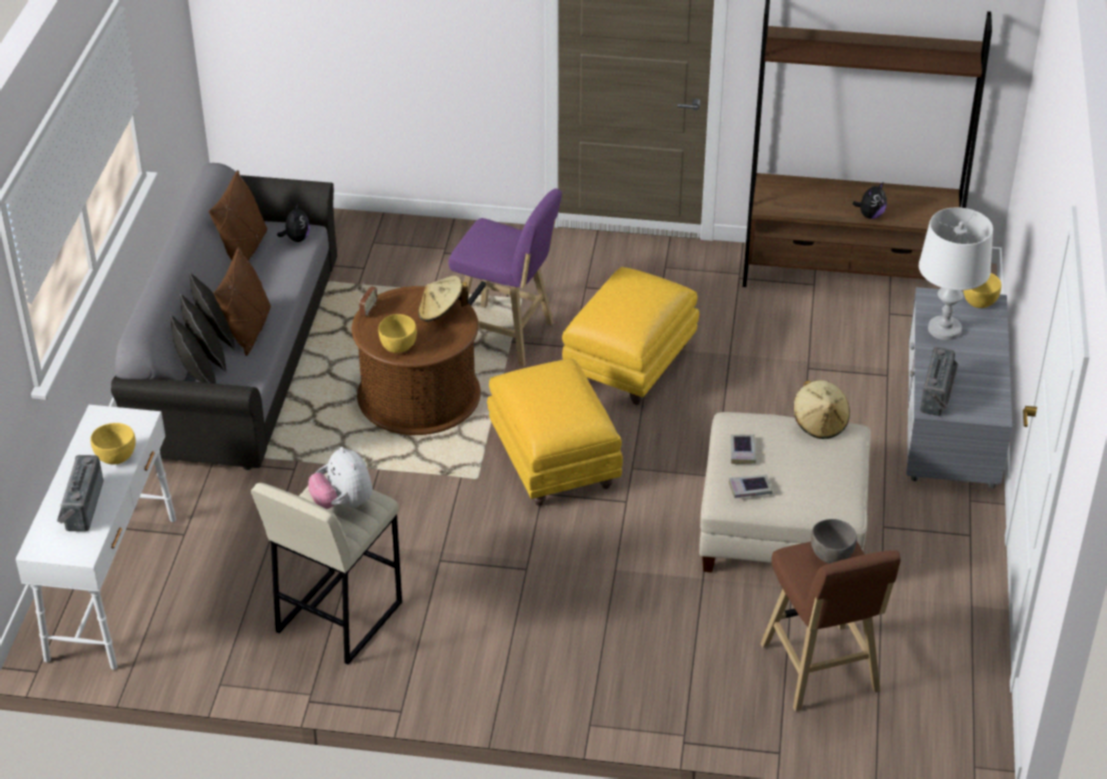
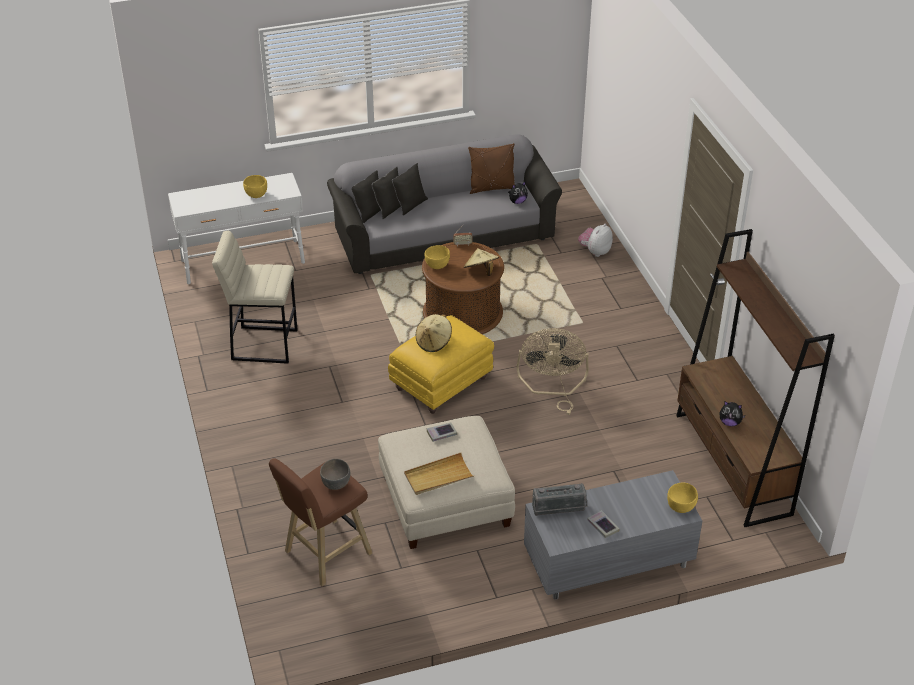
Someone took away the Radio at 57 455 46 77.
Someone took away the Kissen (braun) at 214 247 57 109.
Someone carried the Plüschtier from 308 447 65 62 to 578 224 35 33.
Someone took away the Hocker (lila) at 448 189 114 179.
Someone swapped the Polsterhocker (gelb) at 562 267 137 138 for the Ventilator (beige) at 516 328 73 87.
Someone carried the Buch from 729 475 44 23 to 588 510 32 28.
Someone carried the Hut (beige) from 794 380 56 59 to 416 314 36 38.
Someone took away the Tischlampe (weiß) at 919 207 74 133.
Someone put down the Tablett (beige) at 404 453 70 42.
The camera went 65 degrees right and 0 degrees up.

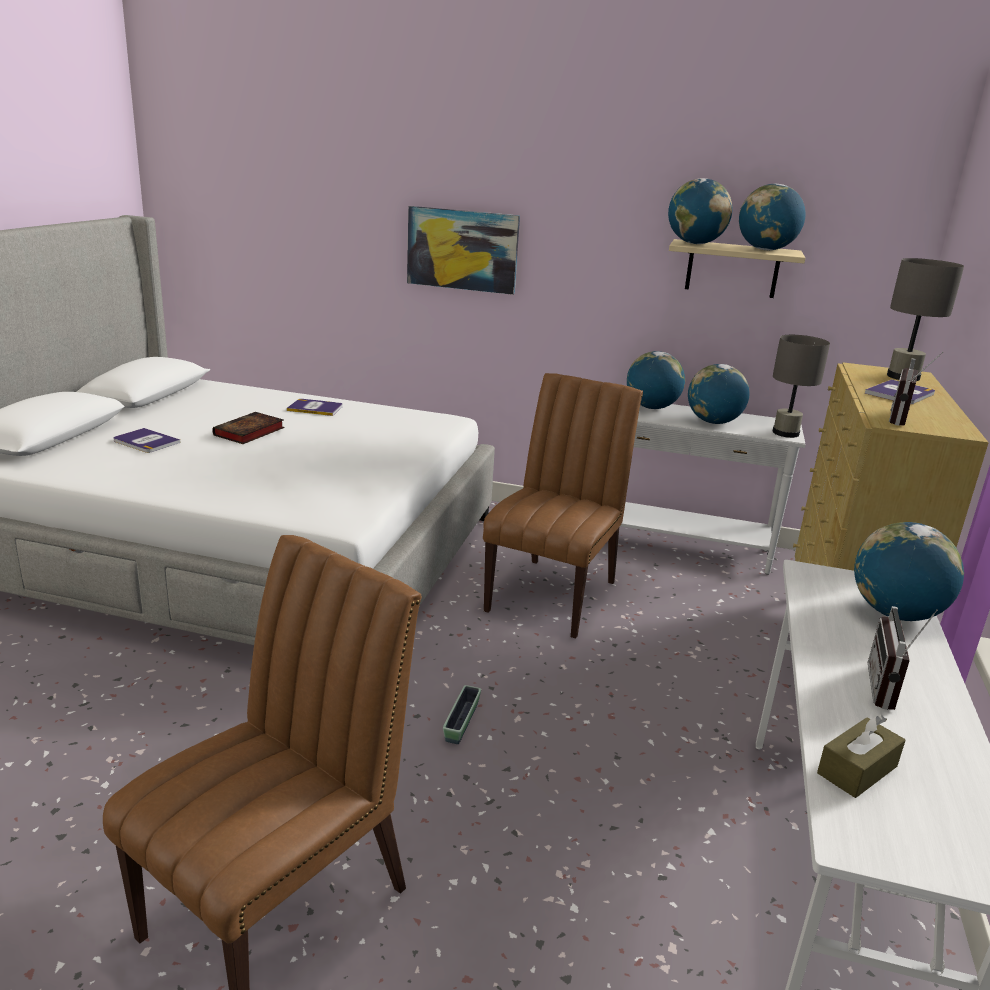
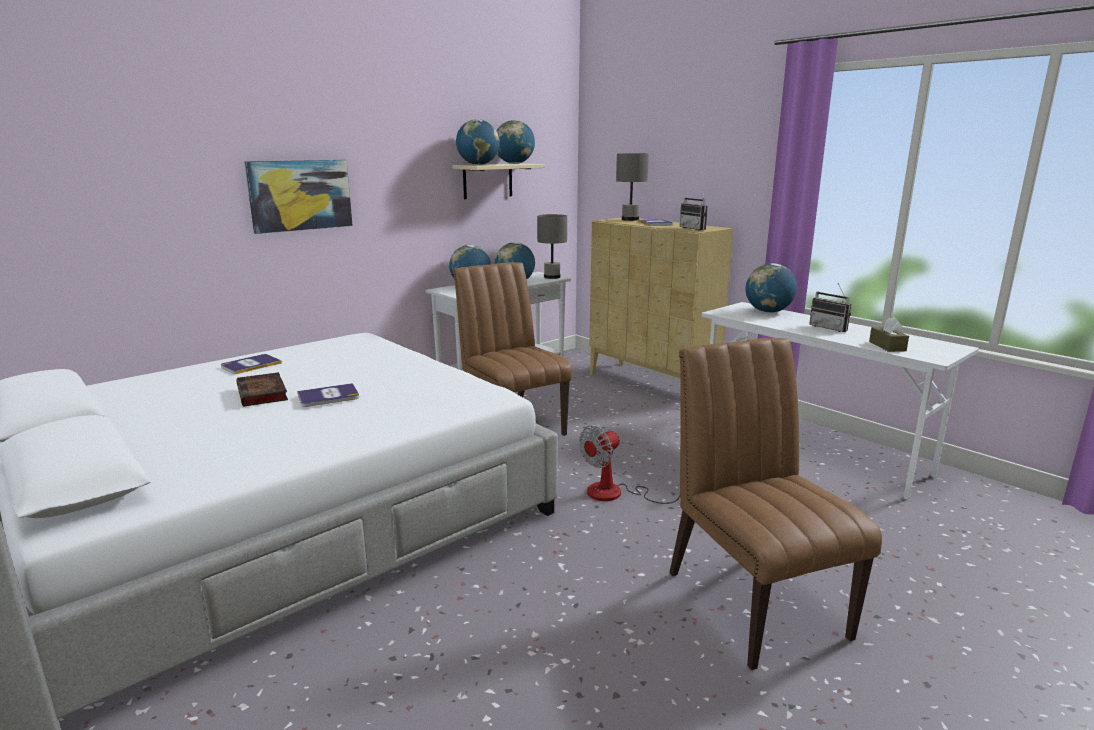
Someone carried the Buch from 113 428 68 25 to 297 383 62 24.
Someone swapped the Pflanzkübel at 443 685 38 59 for the Ventilator at 579 425 101 79.
The camera went 55 degrees left and 5 degrees down.

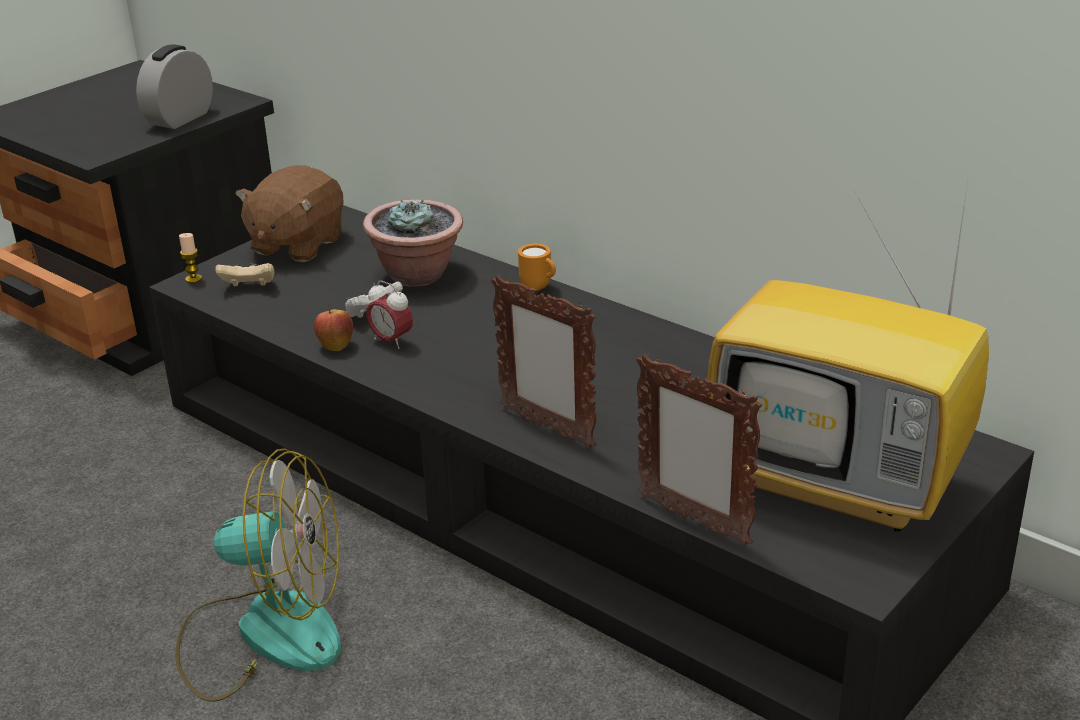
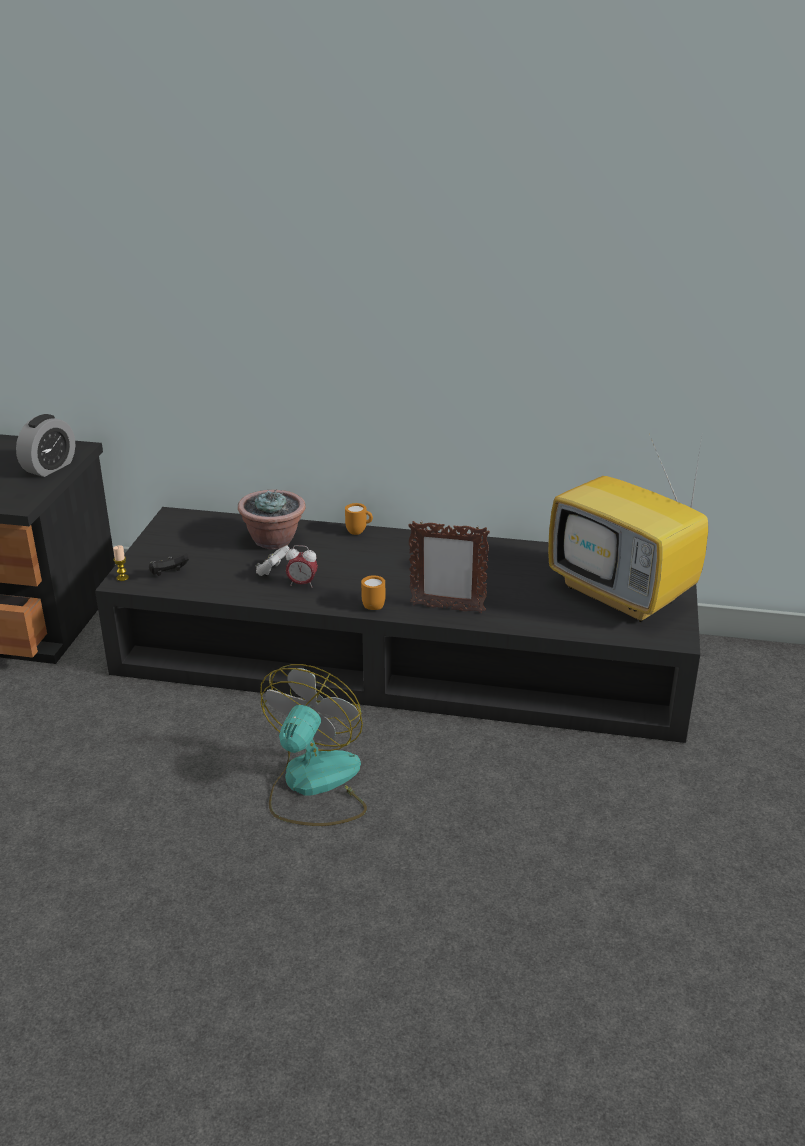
Someone rotated the Wecker at 136 44 77 85 by 150 degrees counterclockwise.
Someone rotated the Ventilator at 175 448 166 254 by 45 degrees counterclockwise.
Someone repainted the Gamepad (beige) at 216 263 58 24, which became the Gamepad (schwarz) at 149 554 40 22.
Someone took away the Plüschtier (braun) at 235 165 109 97.
Someone took away the Apfel at 314 303 39 48.
Someone took away the Bilderrahmen at 636 354 126 192.
Someone rotated the Fernseher at 707 181 282 351 by 45 degrees clockwise.
Someone put down the Henkelbecher (orange) at 361 575 24 35.
The camera went 30 degrees left and 0 degrees up.

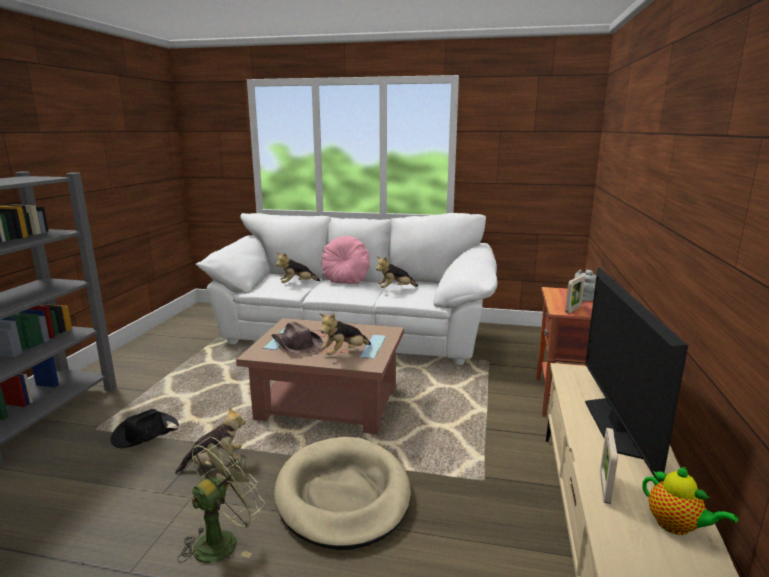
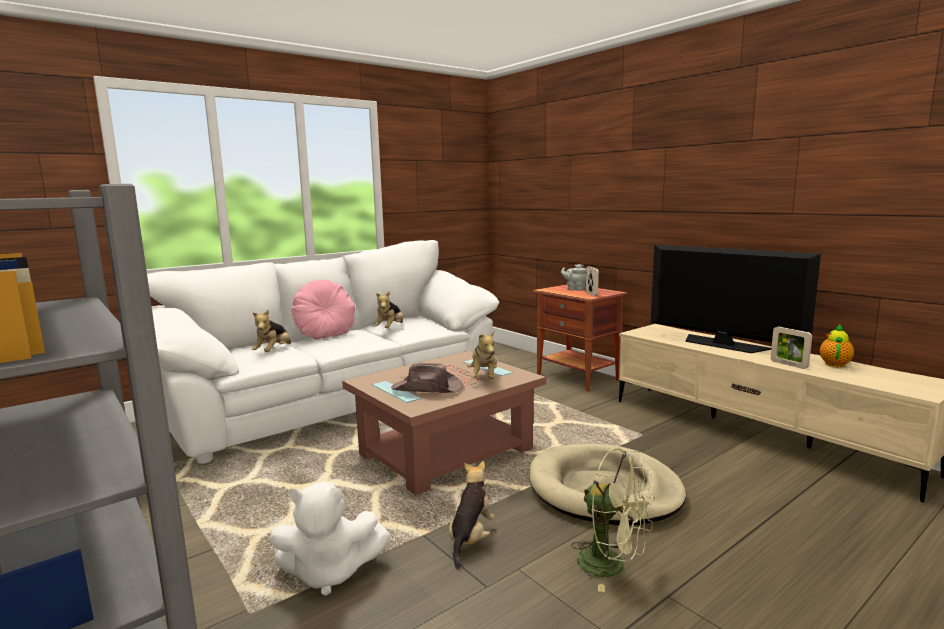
Someone swapped the Hut (schwarz) at 110 409 69 39 for the Plüschtier (weiß) at 269 482 120 114.
Someone rotated the Ventilator (grün) at 178 437 87 126 by 135 degrees clockwise.
Someone rotated the Teekanne at 642 467 96 68 by 60 degrees counterclockwise.
The camera went 50 degrees left and 5 degrees down.

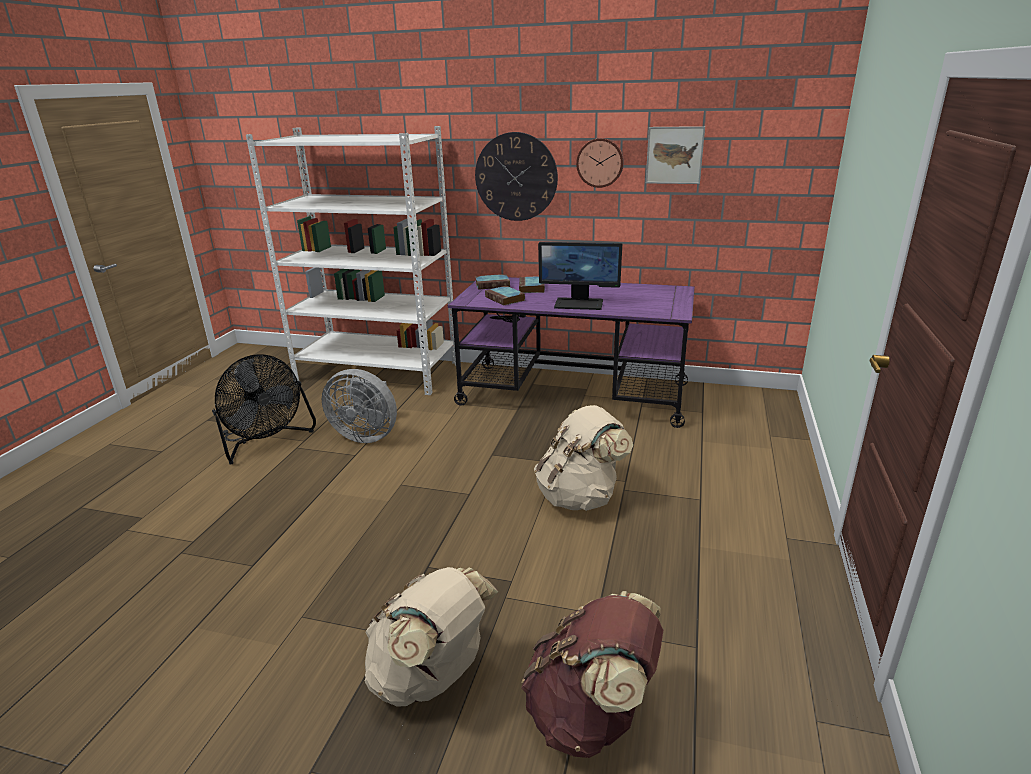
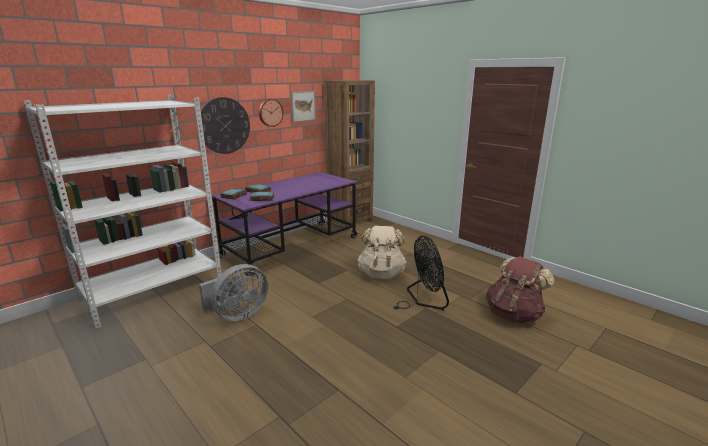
Someone carried the Ventilator (schwarz) from 212 354 104 110 to 394 236 55 75.
Someone took away the Rucksack (beige) at 364 567 134 140.
Someone took away the Monitor at 538 242 84 68.
Someone put down the Bücherregal (braun) at 324 80 51 147.
The camera went 60 degrees left and 5 degrees down.

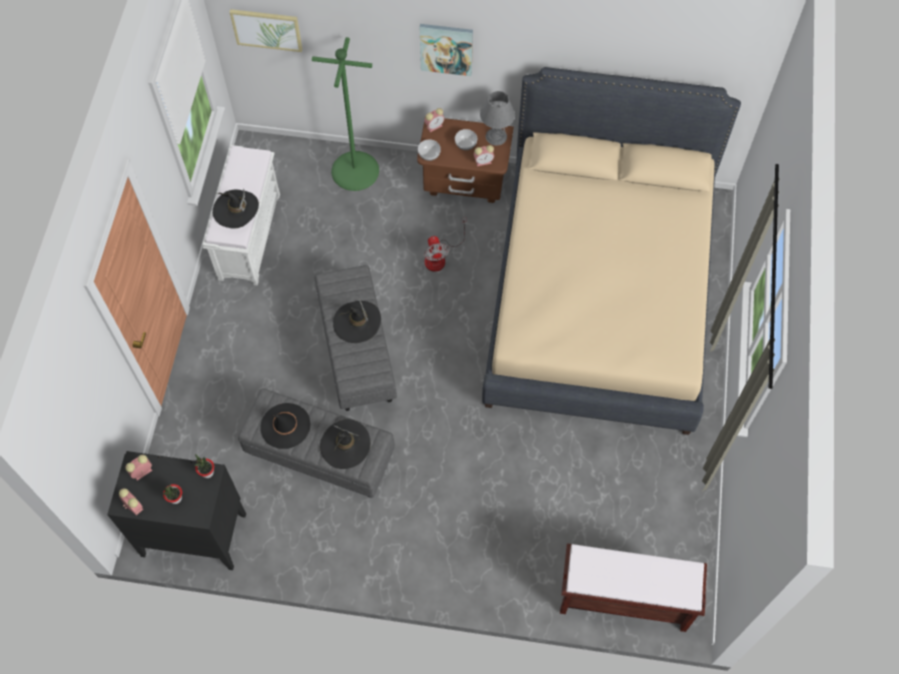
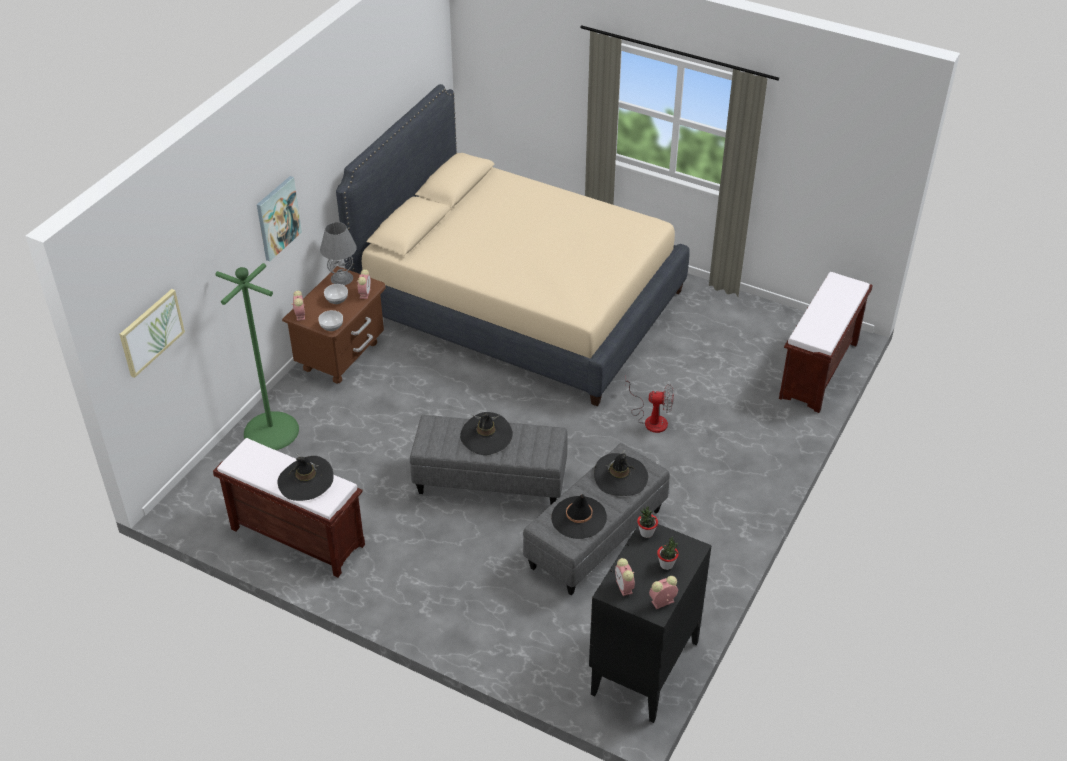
Someone repainted the Bank (weiß) at 202 145 78 141, which became the Bank (braun) at 213 438 152 139.
Someone carried the Ventilator from 423 217 43 55 to 625 379 49 54.
The camera went 70 degrees left and 20 degrees down.

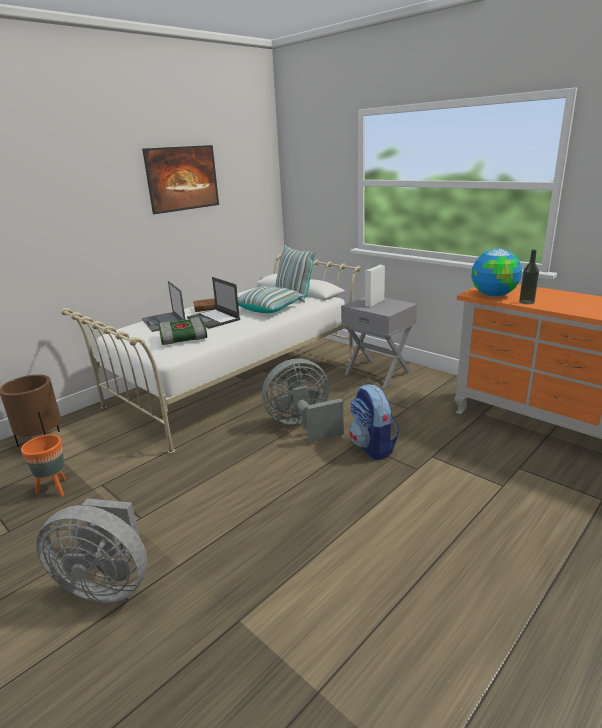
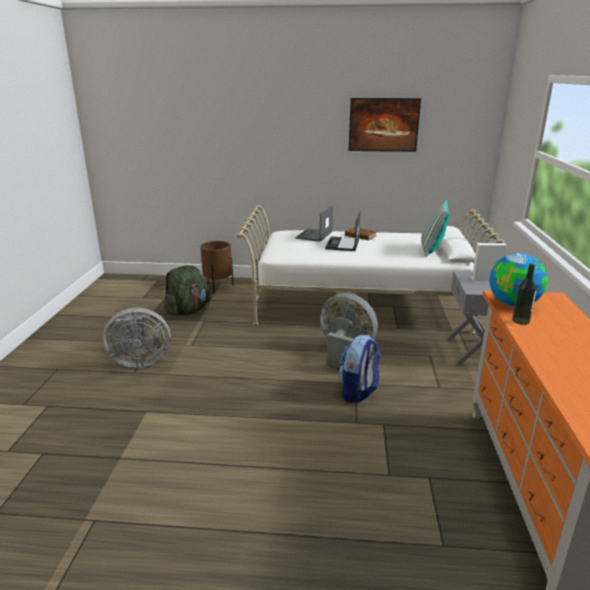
Someone swapped the Pflanzkübel (orange) at 21 434 45 62 for the Rucksack (grün) at 164 265 46 50.
Someone rotated the Ventilator (grau) at 36 498 111 105 by 75 degrees counterclockwise.
Someone took away the Buch at 158 317 49 28.
Someone took away the Kissen at 238 286 67 27.
The camera went 50 degrees right and 0 degrees up.

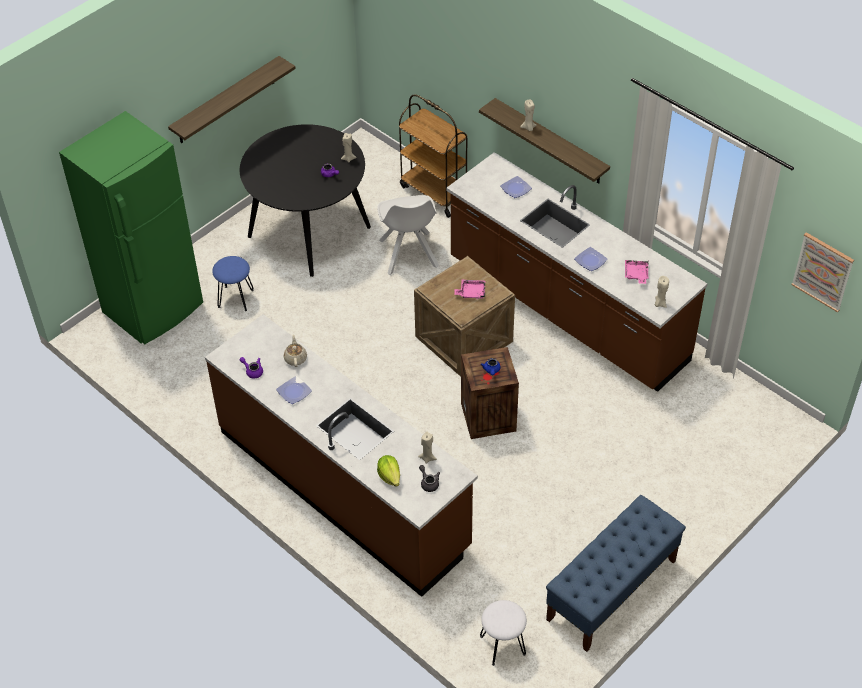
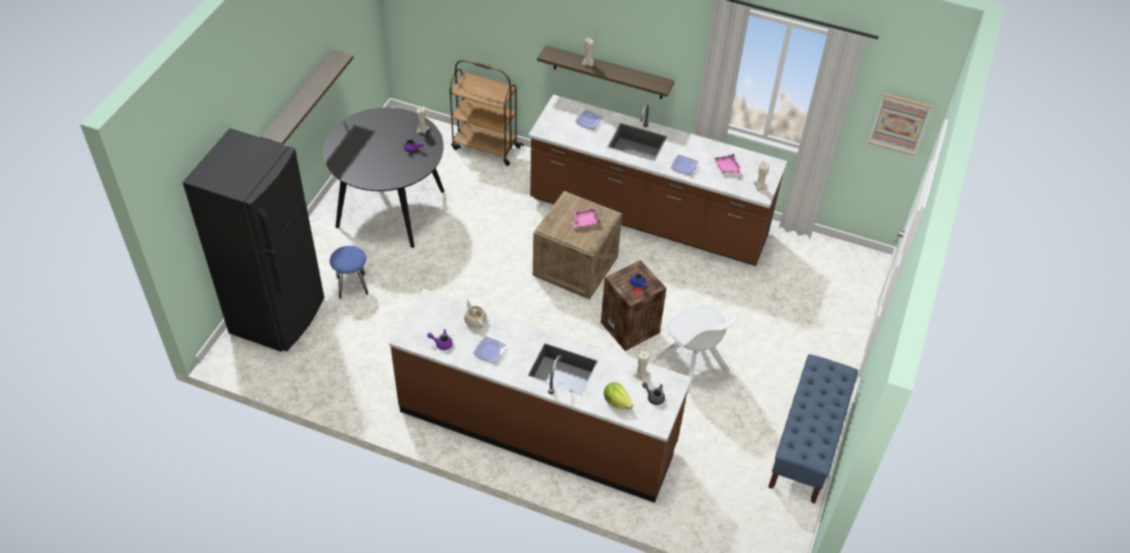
Someone repainted the Kühlschrank (grün) at 59 111 144 233, which became the Kühlschrank (schwarz) at 183 128 141 224.
Someone carried the Stuhl (weiß) from 377 195 62 80 to 657 304 81 90.
Someone took away the Hocker (weiß) at 480 600 47 66.
The camera went 25 degrees left and 0 degrees up.

